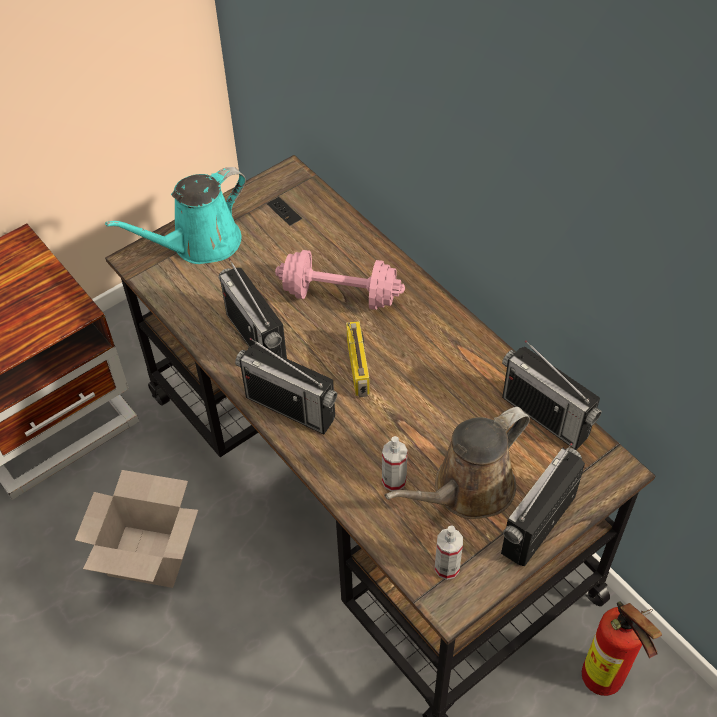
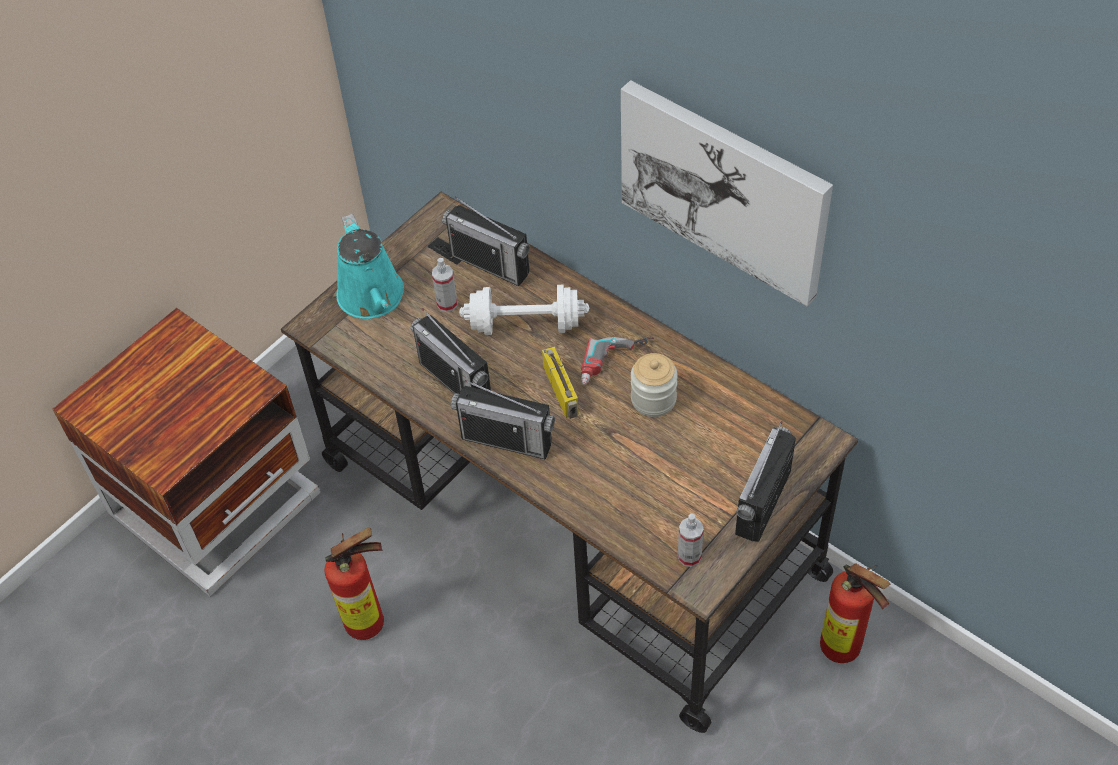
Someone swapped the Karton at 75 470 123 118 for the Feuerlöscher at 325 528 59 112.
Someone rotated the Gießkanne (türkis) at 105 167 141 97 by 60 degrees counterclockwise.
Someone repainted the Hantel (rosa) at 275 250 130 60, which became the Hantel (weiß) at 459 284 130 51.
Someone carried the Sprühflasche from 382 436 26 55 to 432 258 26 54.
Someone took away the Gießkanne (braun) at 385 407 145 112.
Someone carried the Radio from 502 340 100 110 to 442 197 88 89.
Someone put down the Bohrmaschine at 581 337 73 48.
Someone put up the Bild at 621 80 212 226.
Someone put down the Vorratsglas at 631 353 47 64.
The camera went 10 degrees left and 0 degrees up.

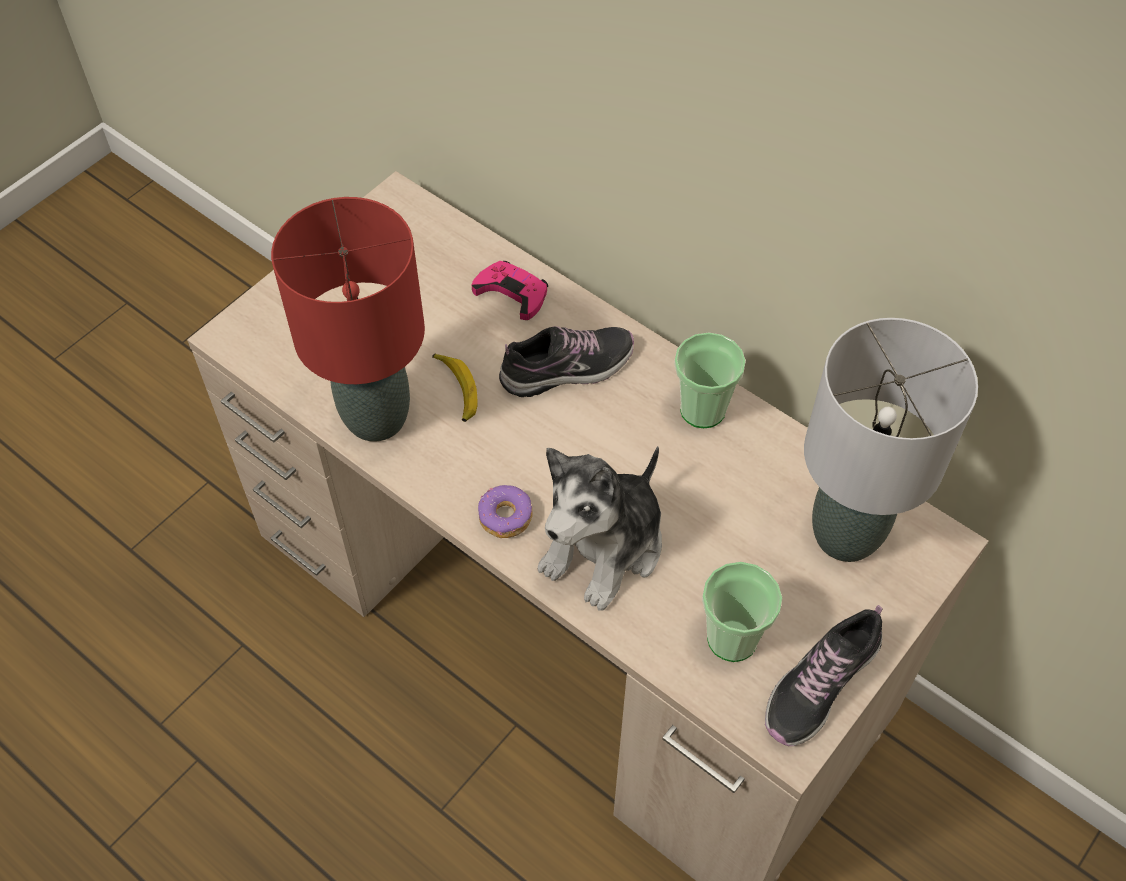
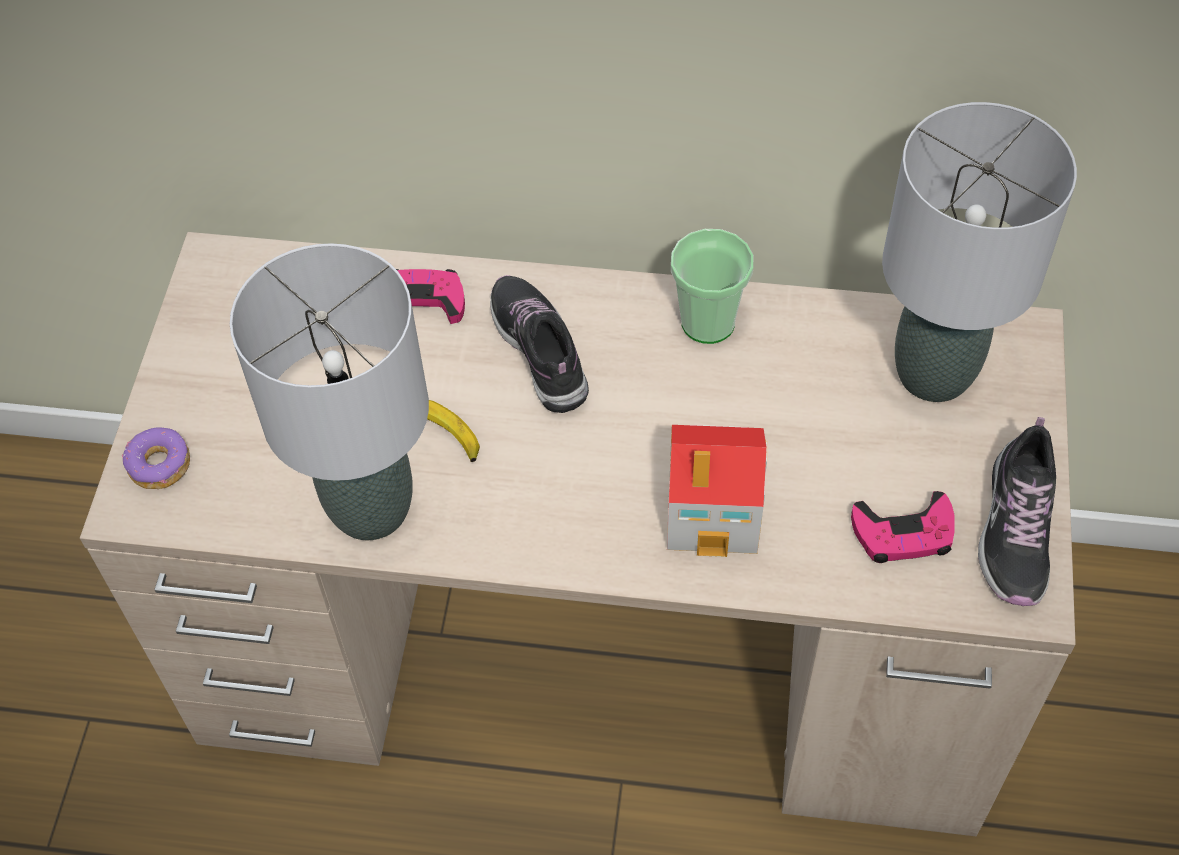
Someone repainted the Tischlampe (rot) at 271 197 154 245, which became the Tischlampe (grau) at 230 243 199 297.
Someone carried the Donut from 478 485 55 53 to 122 427 68 62.
Someone rotated the Schuh at 499 326 135 71 by 60 degrees counterclockwise.
Someone swapped the Plüschtier at 538 446 124 165 for the Spielzeughaus at 667 425 100 132.
Someone swapped the Tasse at 702 562 80 100 for the Gamepad (rosa) at 851 491 104 72.
The camera went 30 degrees left and 0 degrees up.

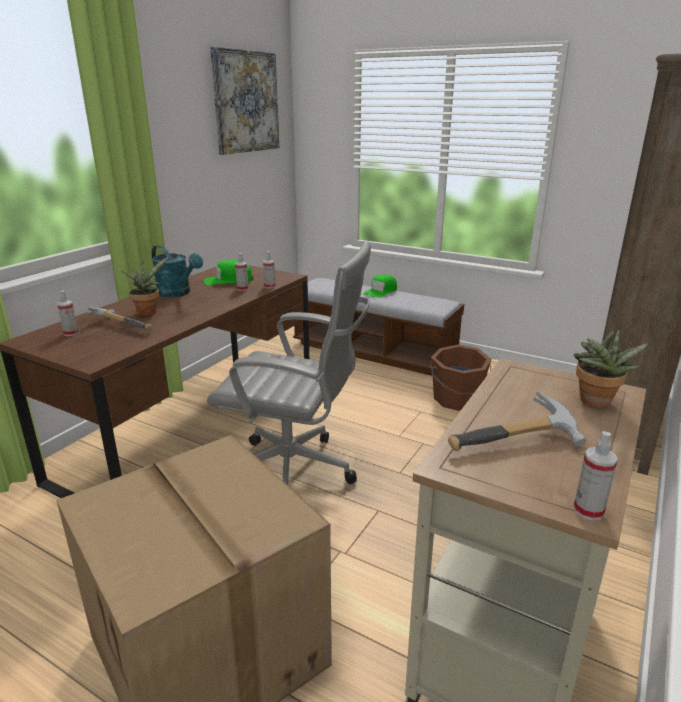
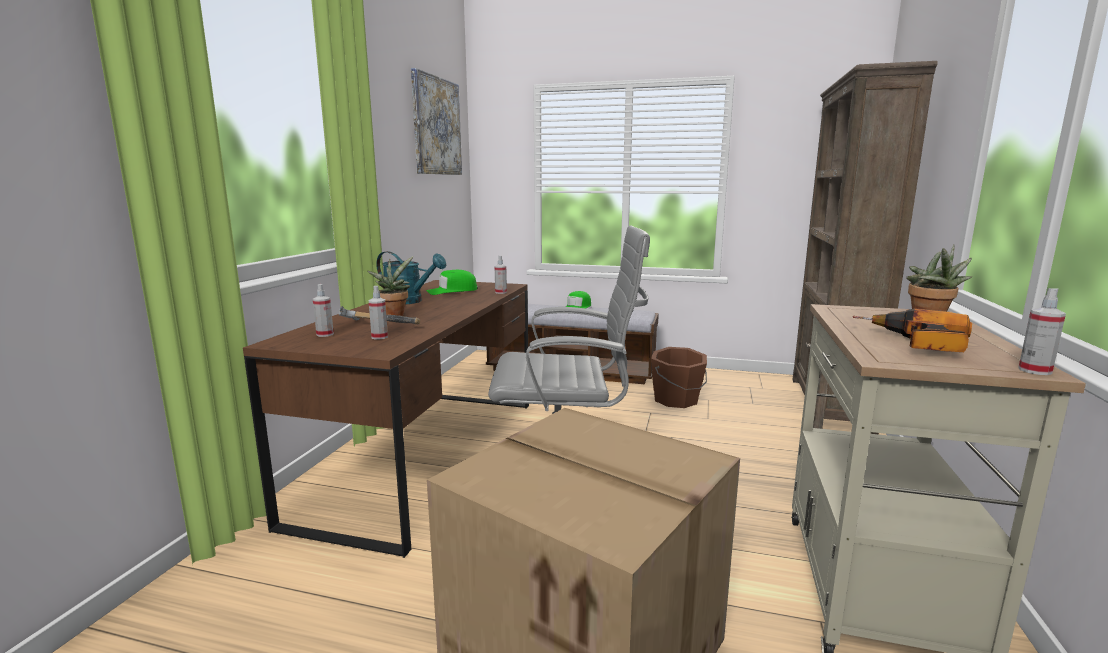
Someone carried the Sprühflasche from 235 253 13 38 to 369 286 19 53.
Someone swapped the Hammer at 448 392 138 59 for the Bohrmaschine at 853 309 119 43.
The camera went 15 degrees left and 10 degrees down.

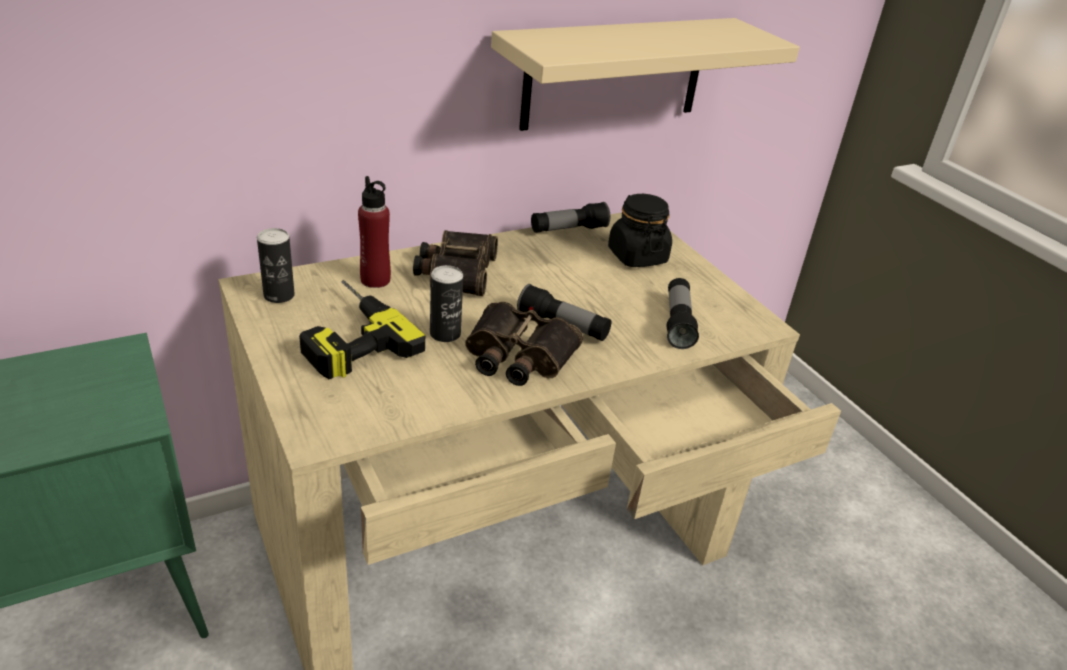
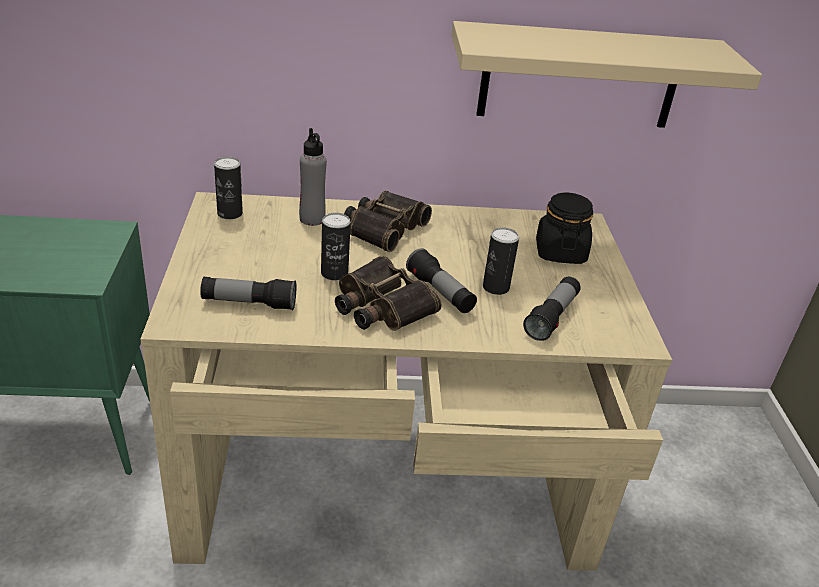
Someone took away the Bohrmaschine at 299 280 126 99.
Someone repainted the Flasche (rot) at 358 176 33 112, which became the Flasche (grau) at 299 128 28 98.
Someone carried the Taschenlampe from 531 202 79 31 to 200 277 96 33.
Someone put down the Dose at 483 227 36 68.
The camera went 25 degrees right and 0 degrees up.

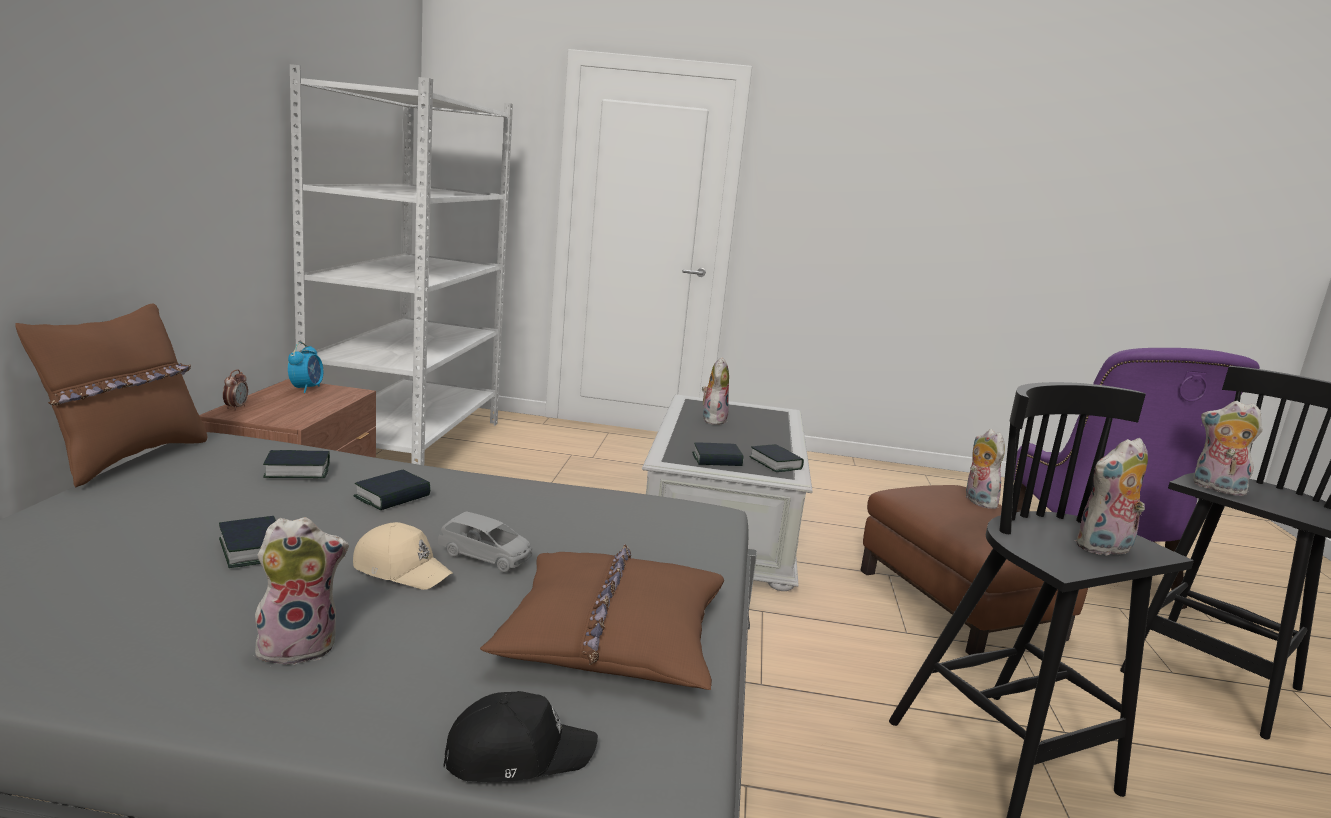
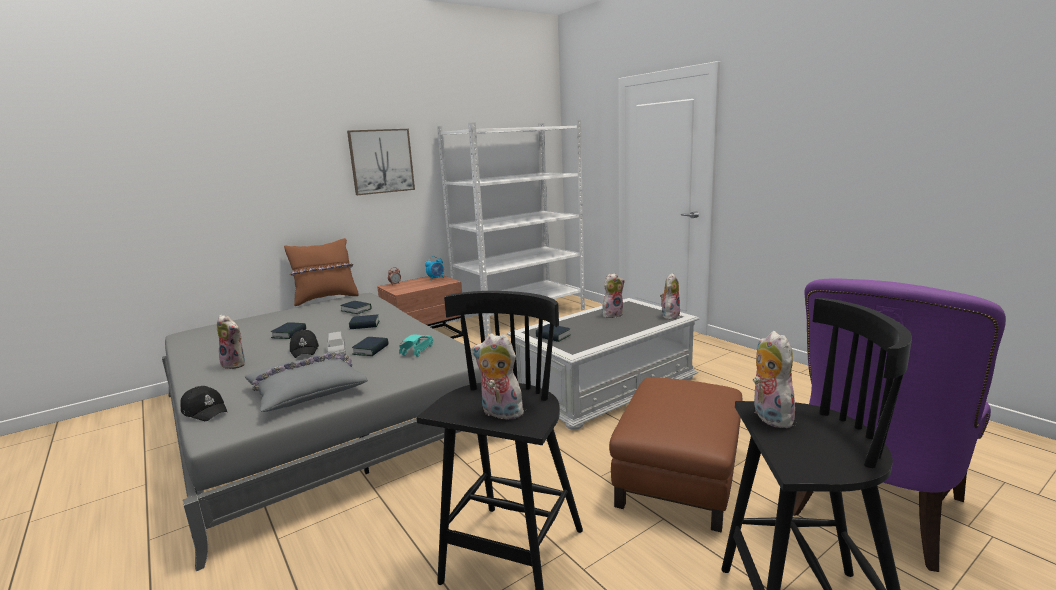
Someone repainted the Kappe (beige) at 353 522 100 68, which became the Kappe (schwarz) at 290 330 29 28.
Someone repainted the Kissen (braun) at 480 544 244 146, which became the Kissen (grau) at 245 352 123 60.
Someone carried the Buch from 749 444 55 28 to 352 337 37 19.
Someone carried the Plüschtier from 966 429 39 80 to 660 273 20 47.
Someone put up the Bild at 347 129 68 66.
Someone put down the Spielzeugauto (türkis) at 399 334 34 23.
The camera went 50 degrees right and 0 degrees up.

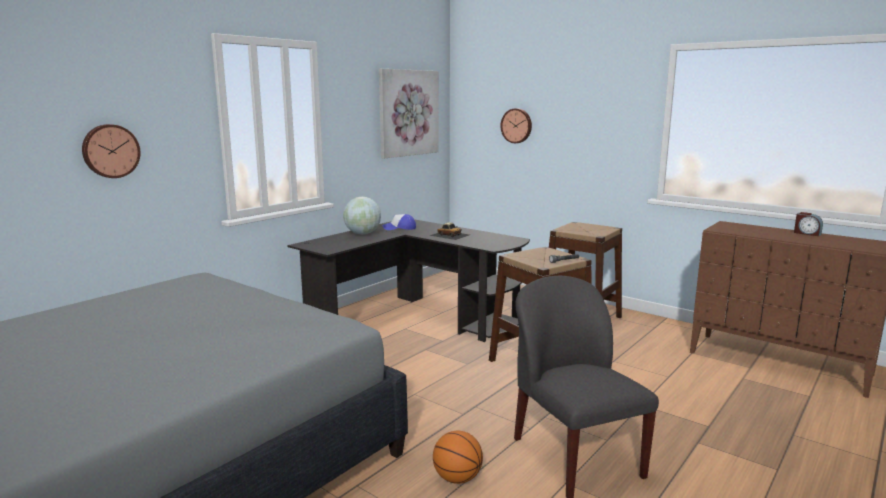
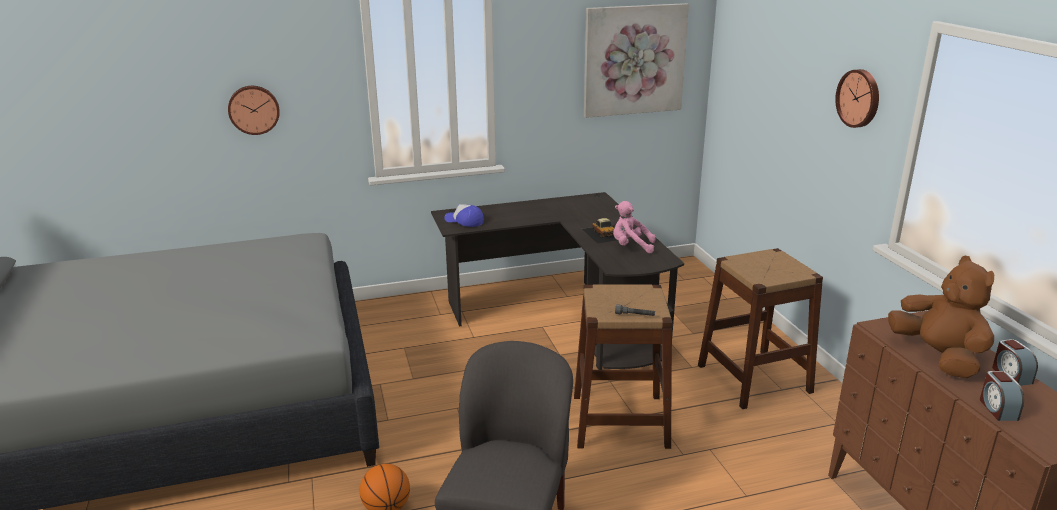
Someone took away the Globus at 343 197 38 37.
Someone carried the Kappe from 382 214 34 16 to 445 204 39 23.
Someone carried the Wanduhr from 500 108 32 35 to 835 69 44 59.
Someone put down the Plüschtier (rosa) at 613 201 43 52.
Someone put down the Plüschtier (braun) at 888 256 106 122.
Someone put down the Wecker at 980 371 44 50.
The camera went 35 degrees right and 10 degrees up.

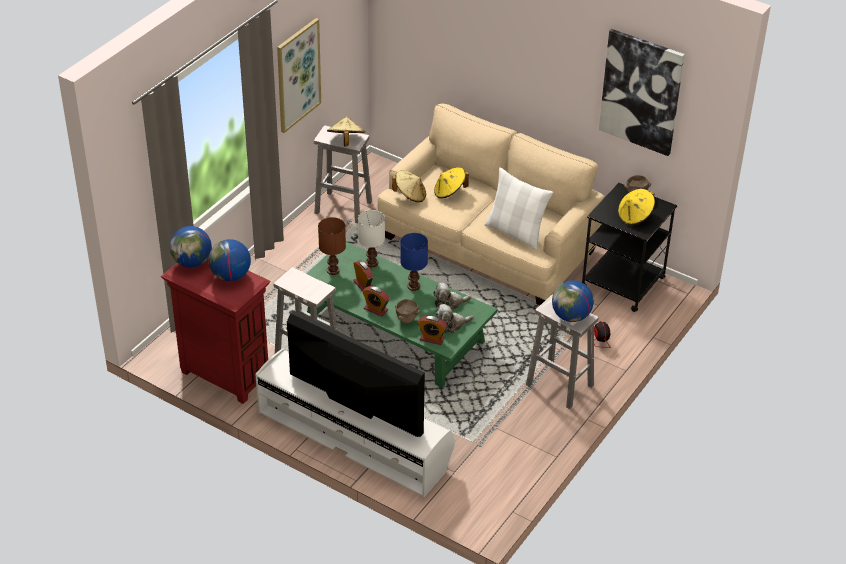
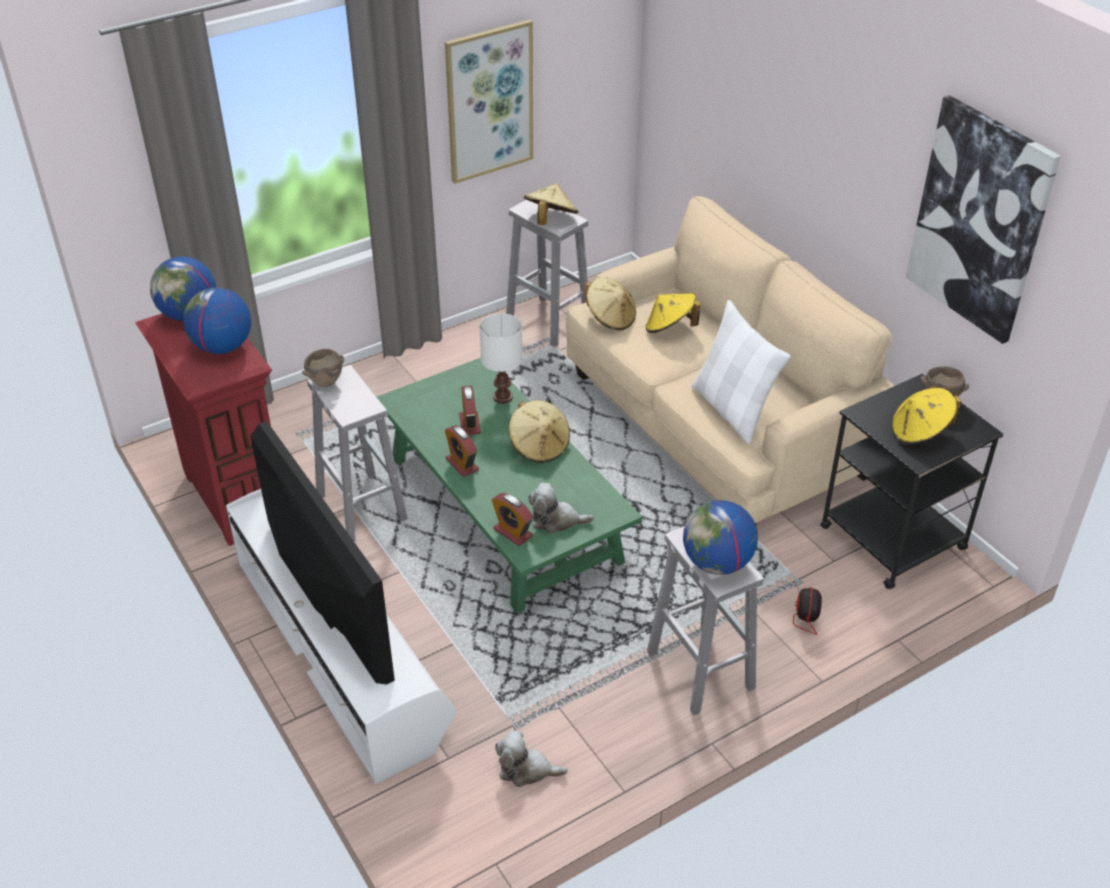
Someone took away the Tischlampe (braun) at 318 217 28 58.
Someone carried the Schüssel (braun) from 395 299 25 24 to 302 349 42 38.
Someone swapped the Tischlampe (blau) at 400 233 28 58 for the Hut (beige) at 509 400 61 63.
Someone carried the Plüschtier from 433 283 39 27 to 495 730 73 57.
The camera went 25 degrees right and 0 degrees up.

